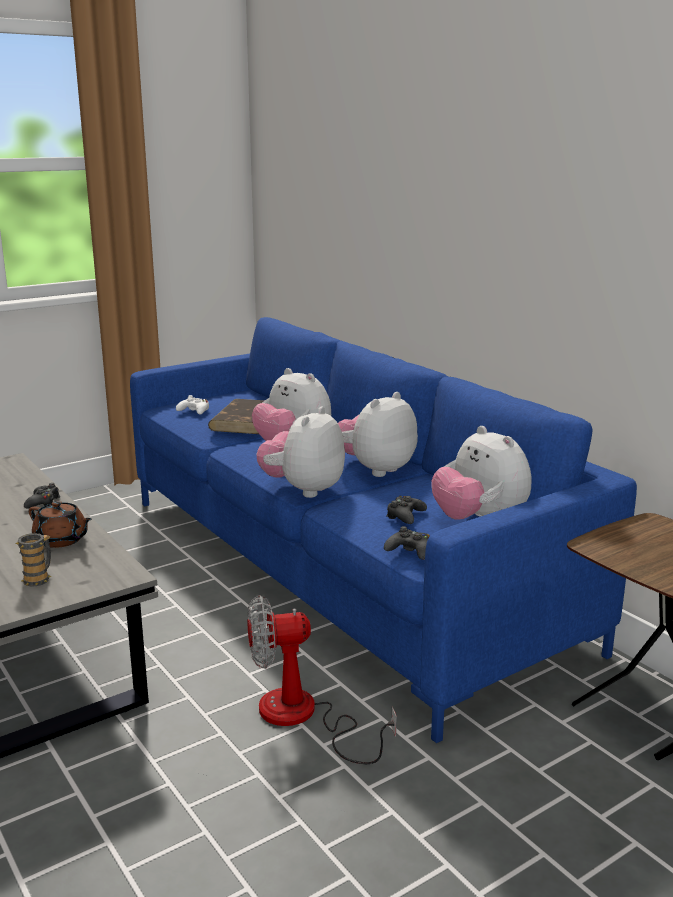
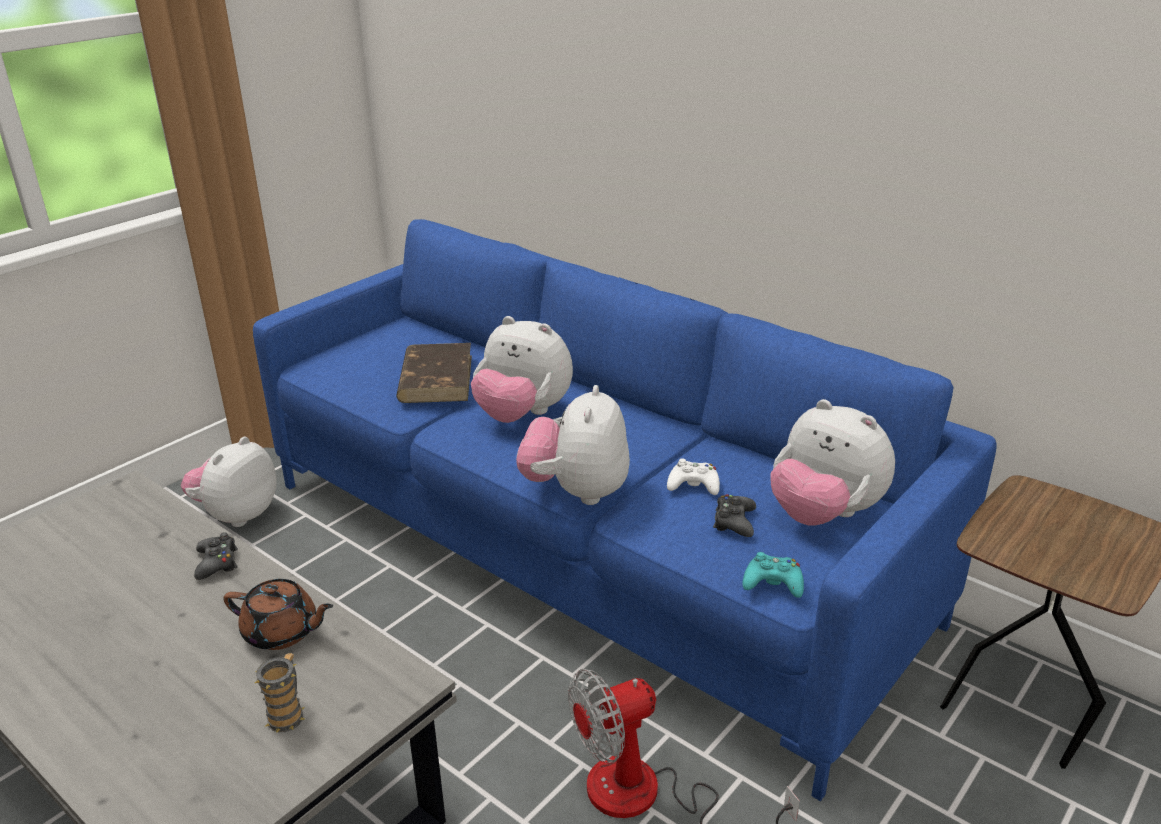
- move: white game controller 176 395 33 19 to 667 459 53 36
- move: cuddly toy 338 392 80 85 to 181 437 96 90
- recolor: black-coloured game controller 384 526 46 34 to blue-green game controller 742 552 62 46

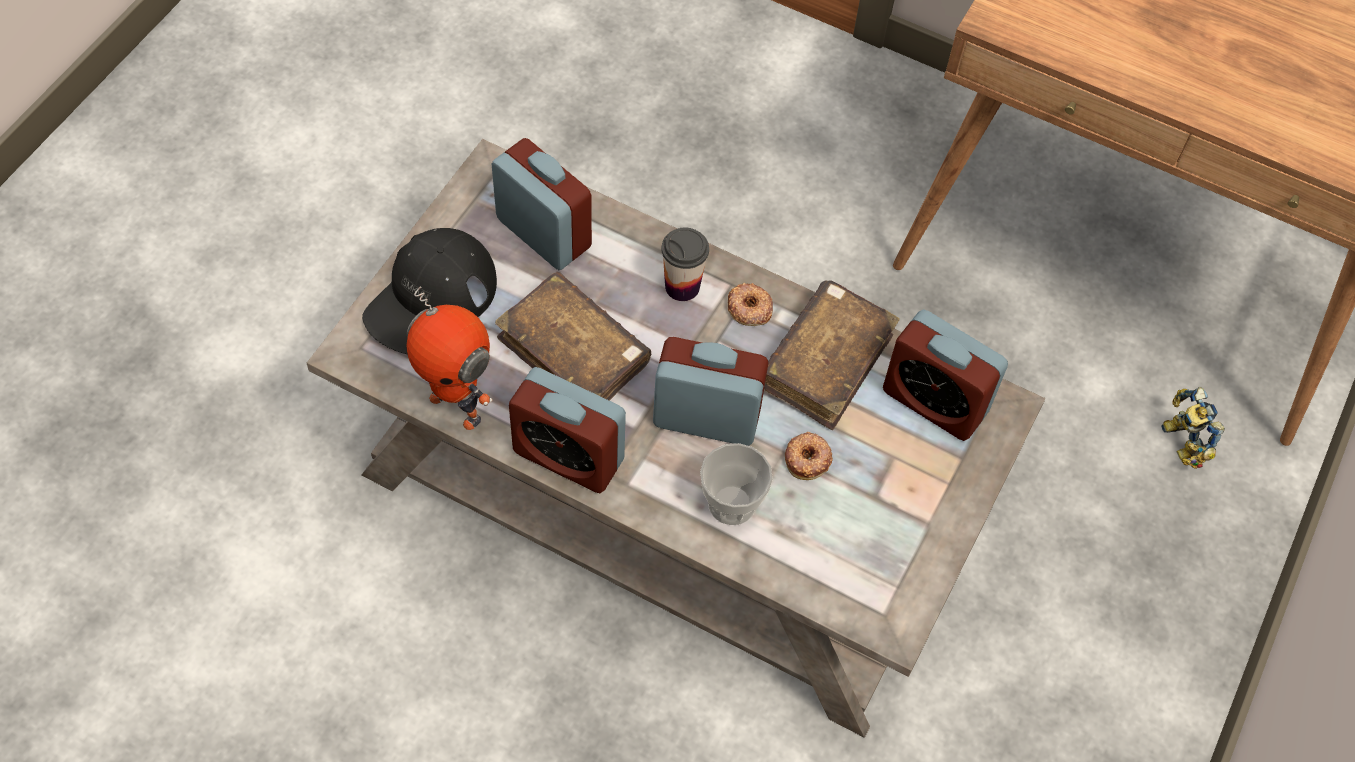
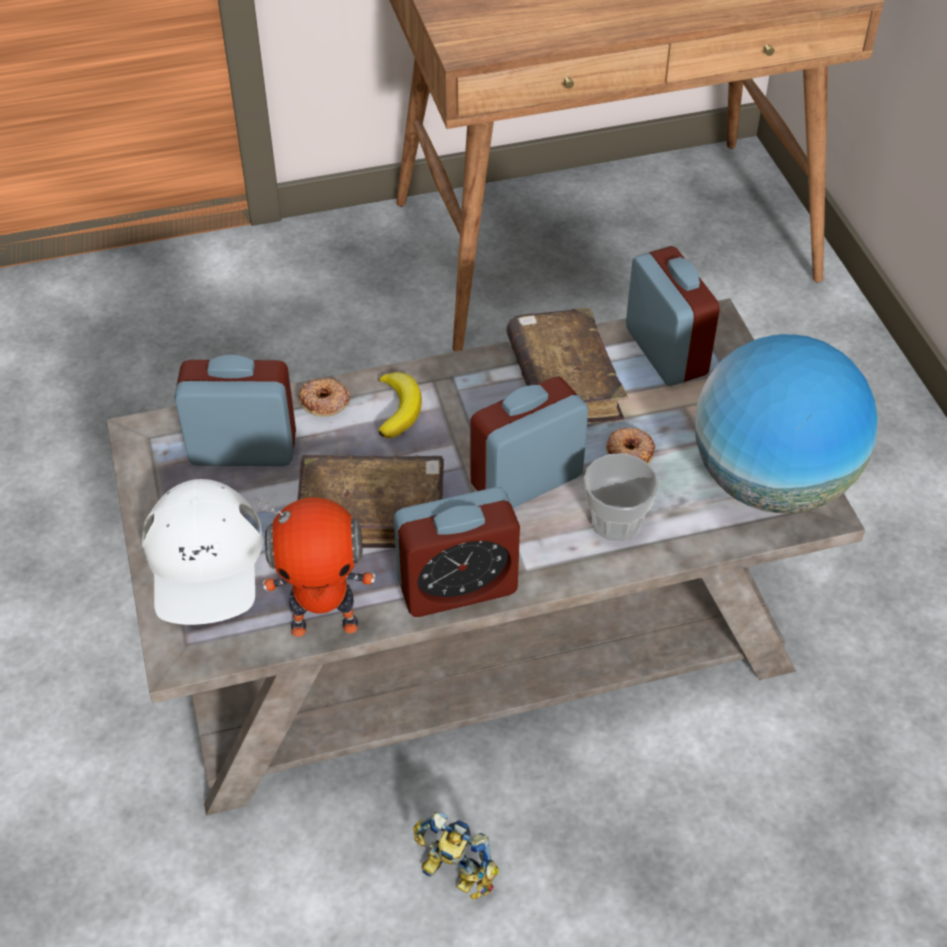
- recolor: black-coloured baseball cap 362 228 135 126 to white baseball cap 142 479 121 146
- replace: cup 661 227 48 74 to banana 378 372 44 67
- move: donut 728 283 45 43 to 299 378 51 39
- rotate: table clock 883 309 125 132 = 626 246 94 140 105 degrees counterclockwise
- move: toy robot 1161 387 64 82 to 413 812 86 87
- insert: desk globe 695 334 183 179

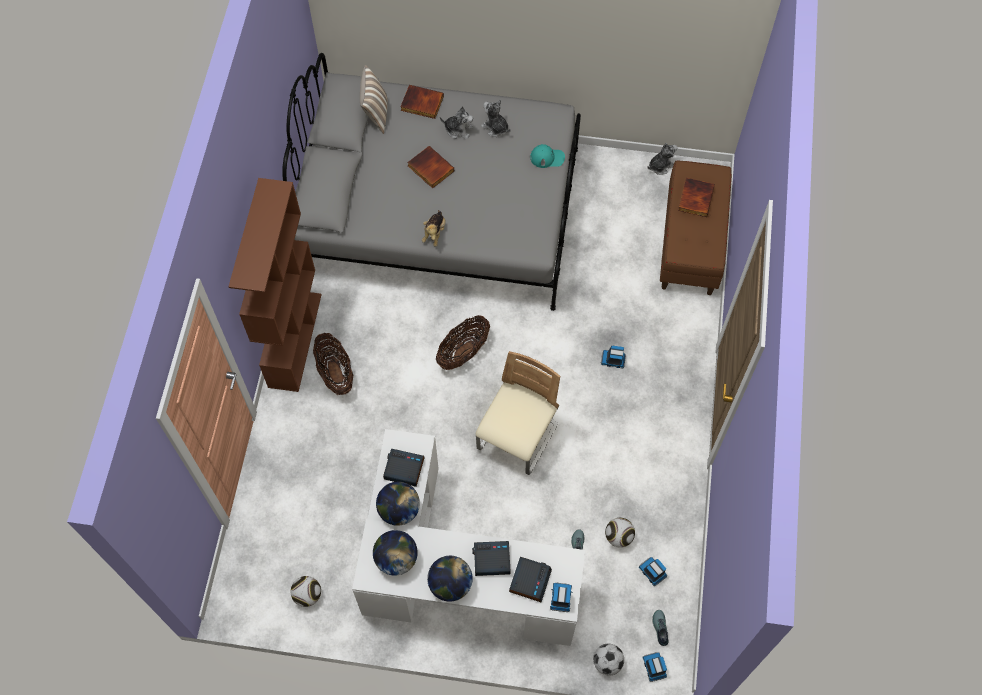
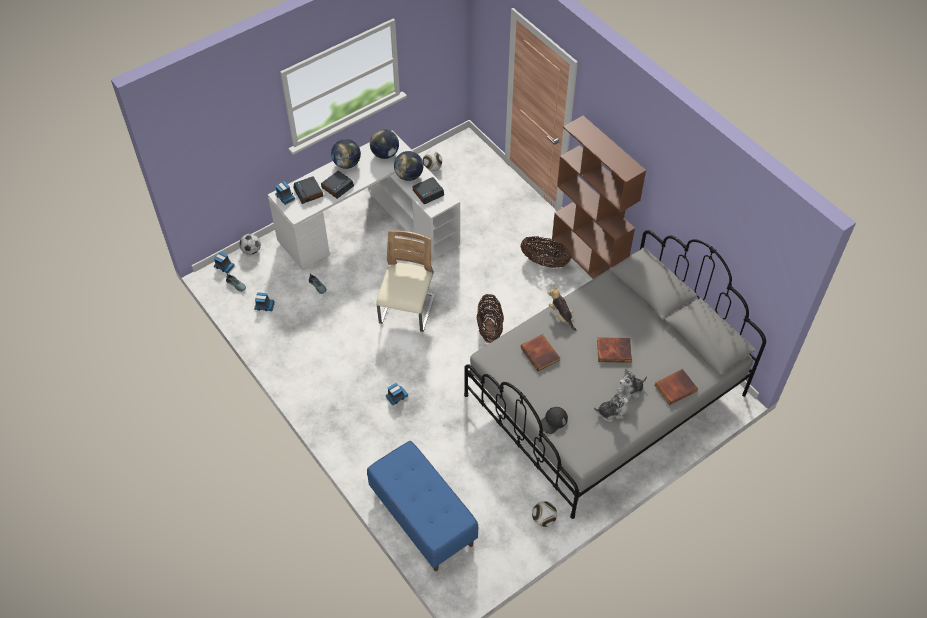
- delete: pillow 360 65 28 69
- rotate: beige chair 475 351 85 124 = 376 231 59 101 150 degrees counterclockwise
- recolor: blue-green baseball cap 530 144 35 24 to black-coloured baseball cap 541 407 27 27
- move: football 605 518 30 30 to 532 501 25 26
- delete: cuddly toy 647 143 30 32
- recolor: brown-coloured long seat 660 160 72 135 to bluish long seat 367 441 111 130
- move: book 678 178 37 39 to 521 334 39 37

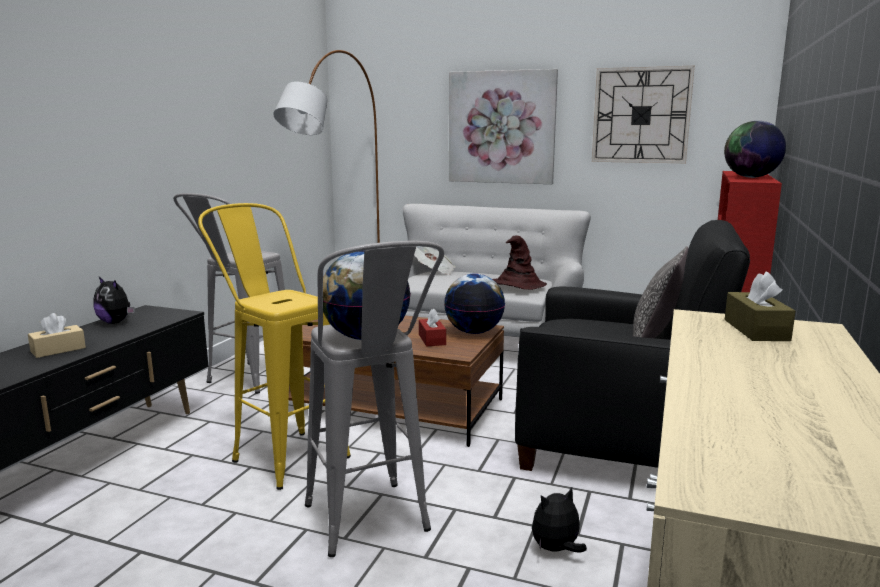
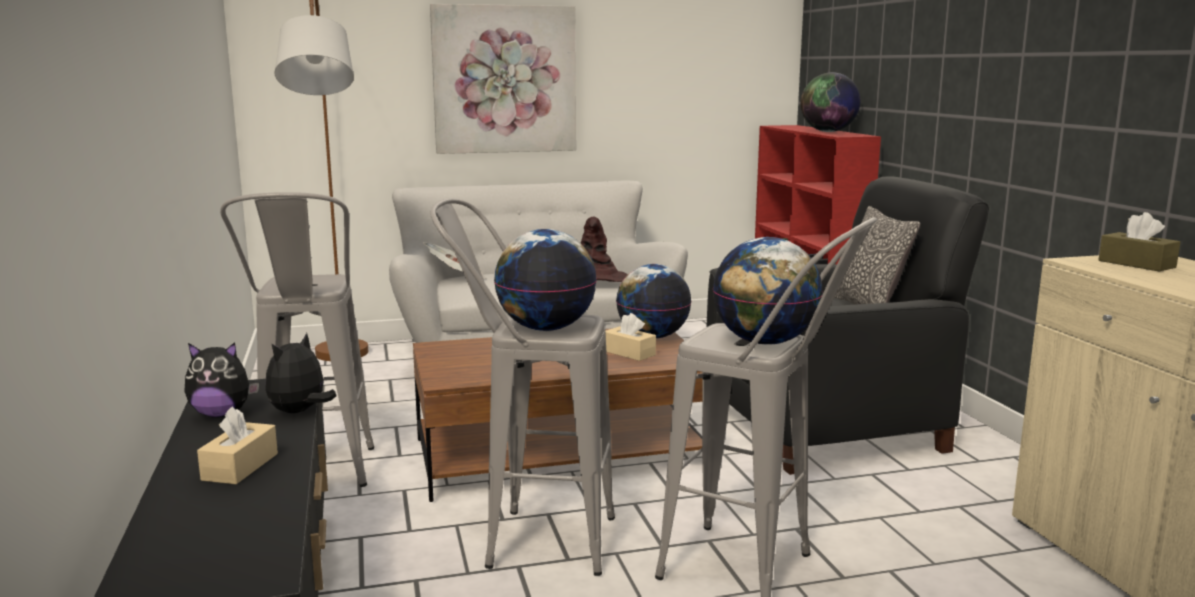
- recolor: yellow-coloured sitting stool 198 203 153 287 to grey sitting stool 430 198 185 378
- recolor: red tissue holder 419 309 27 38 to beige tissue holder 605 313 51 48
- move: cuddly toy 532 487 55 65 to 265 333 72 80
- delete: hanging clock 592 66 103 97
- insert: desk globe 494 229 103 102

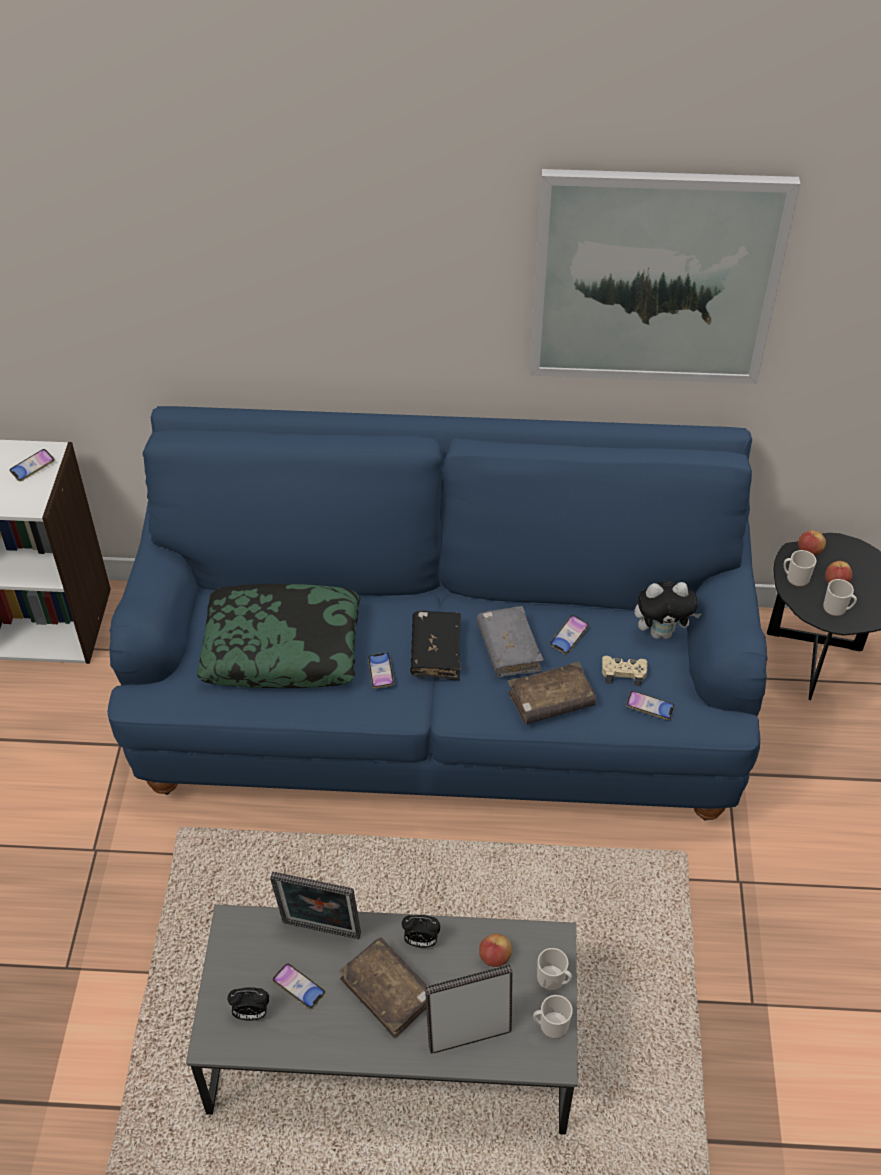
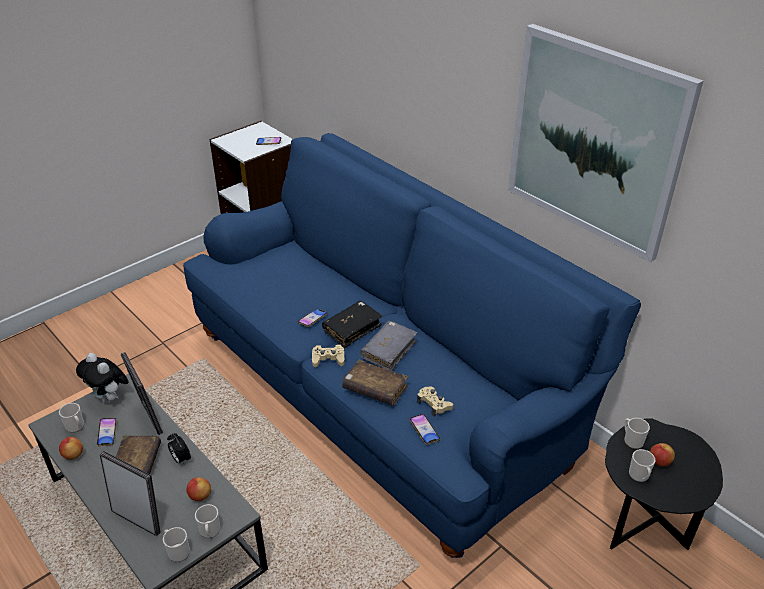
- delete: pillow 197 584 163 104
- replace: table clock 227 987 42 34 to tea mug 59 403 25 30
- delete: handset 550 615 39 39
- move: cuddly toy 635 581 67 58 to 76 353 52 50
- move: apple 798 530 28 26 to 59 437 24 23
- insert: beige game controller 312 345 33 22

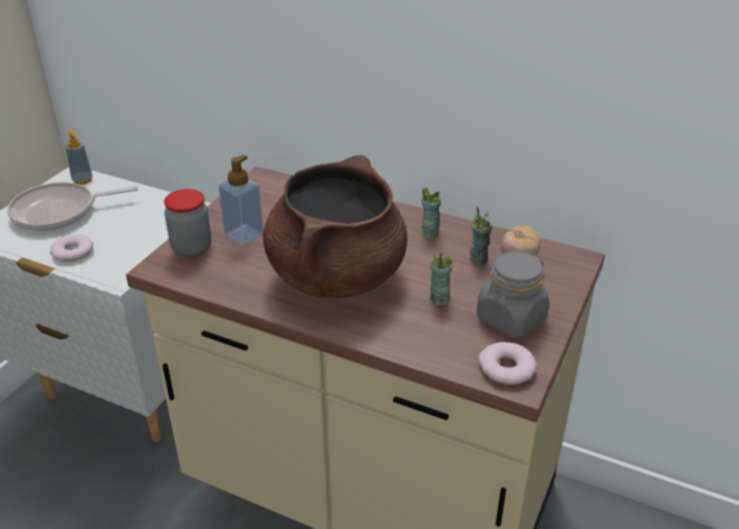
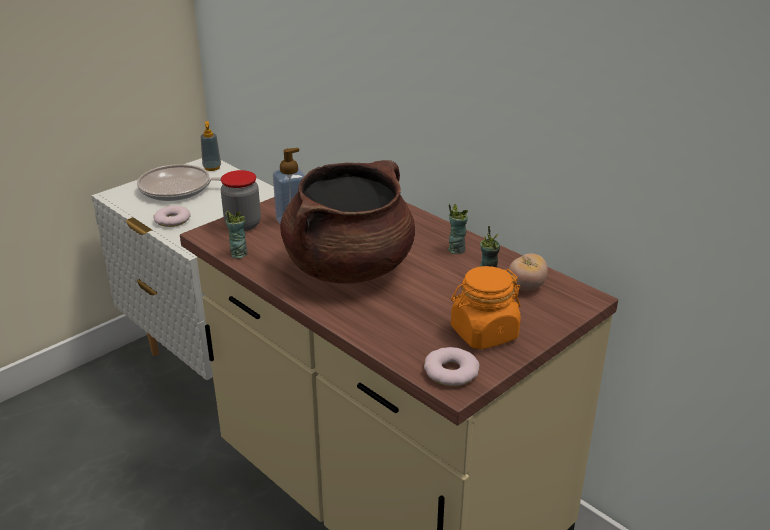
- move: cup 430 252 24 54 to 225 210 23 49
- recolor: grey storage jar 477 251 73 87 to orange-coloured storage jar 451 266 70 83

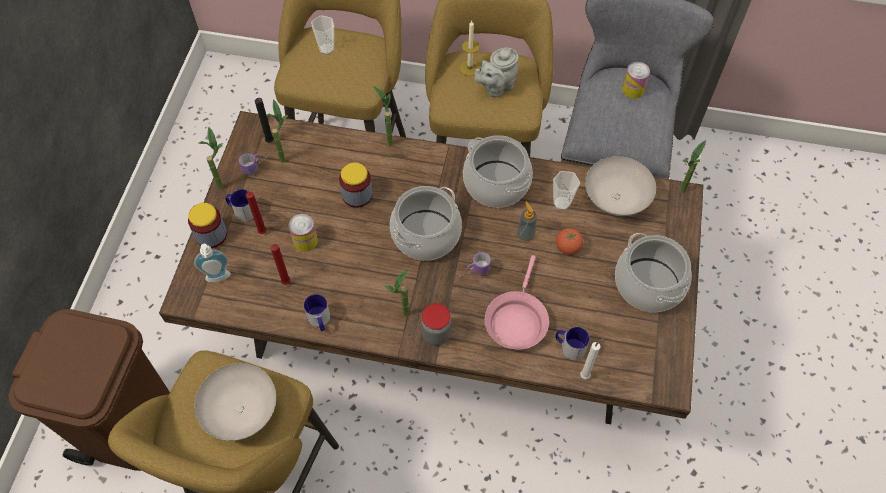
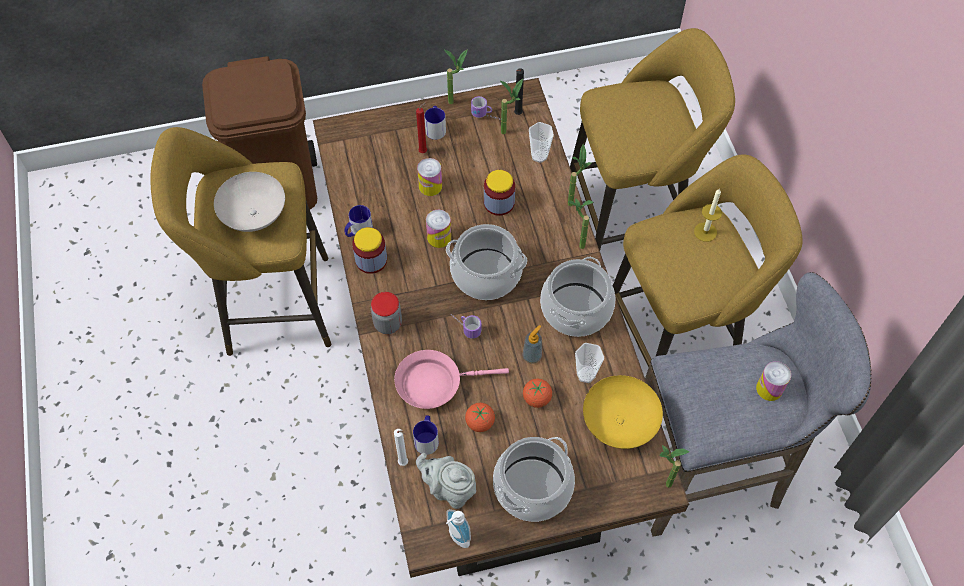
- move: storage jar 188 203 39 45 to 352 227 35 47
- move: soap bottle 194 244 37 39 to 446 509 25 39
- delete: red wax candle 271 244 19 41
- move: cup 311 15 23 40 to 529 122 25 41
- move: houseplant 384 270 25 46 to 568 198 26 51
- move: grey teapot 474 48 45 49 to 416 453 60 56
- recolor: white serving bowl 585 156 71 60 to yellow-coloured serving bowl 583 375 80 74
- insert: can 426 210 25 38
- insert: tomato 465 403 30 29

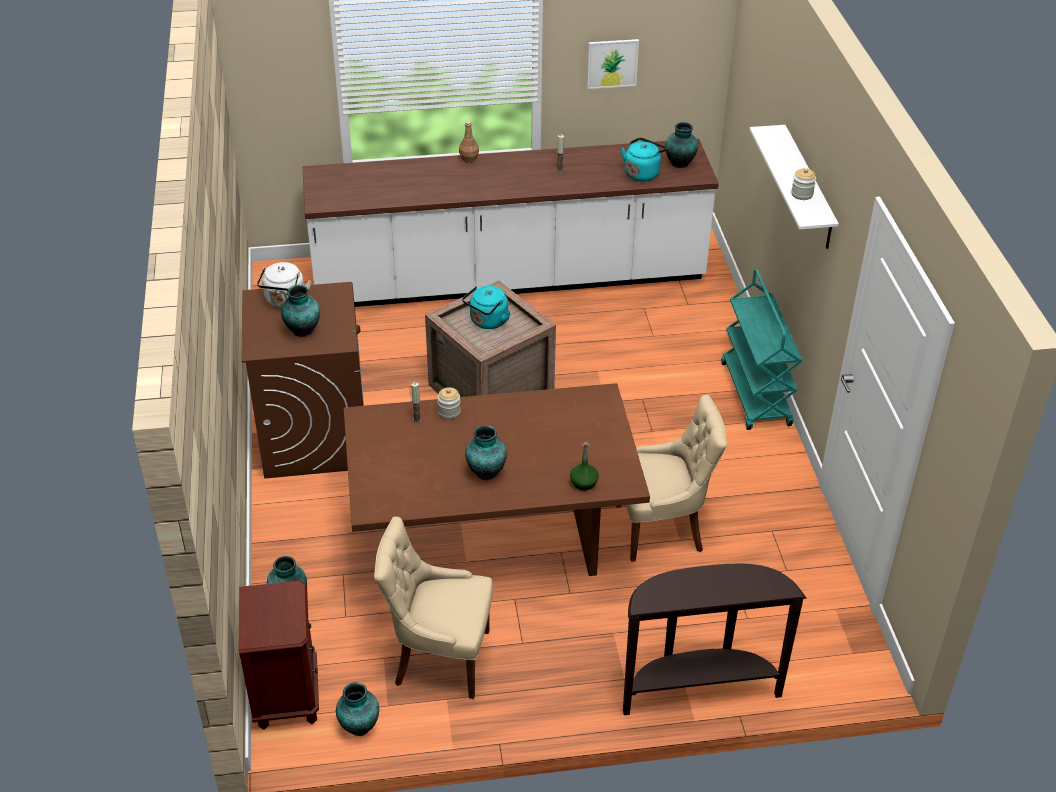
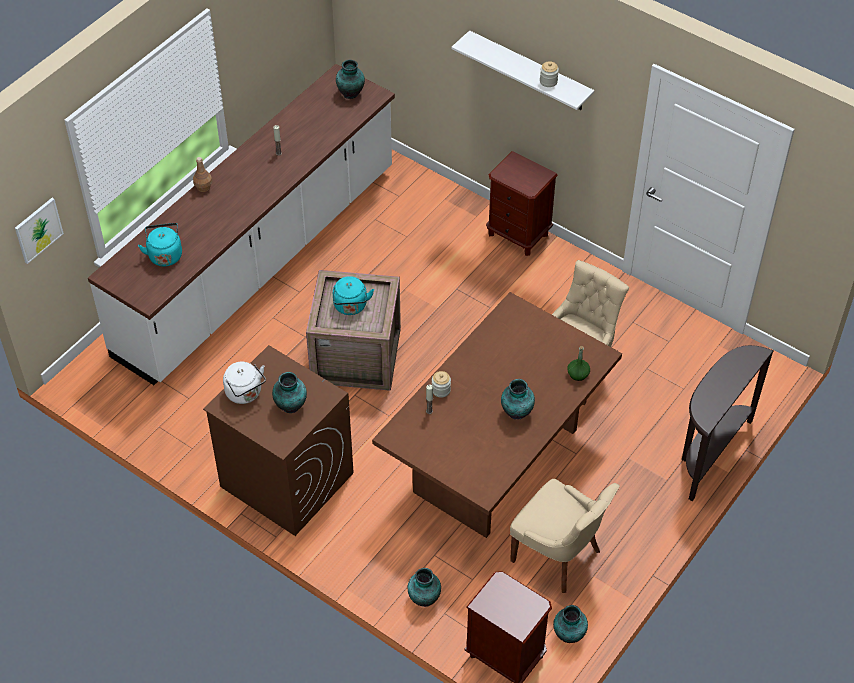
- rotate: beige chair 374 516 119 183 = 510 479 110 114 105 degrees counterclockwise
- move: wall art 587 39 52 50 to 15 198 49 66
- move: blue-green kettle 621 137 46 44 to 138 223 44 44
- replace: blue-green cart 721 269 81 161 to brown-coloured night table 486 151 72 105

